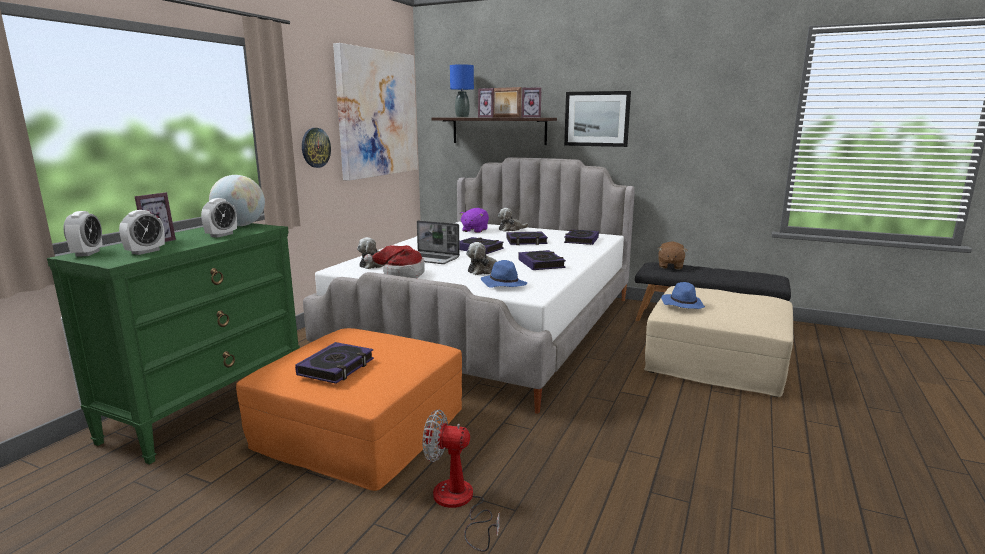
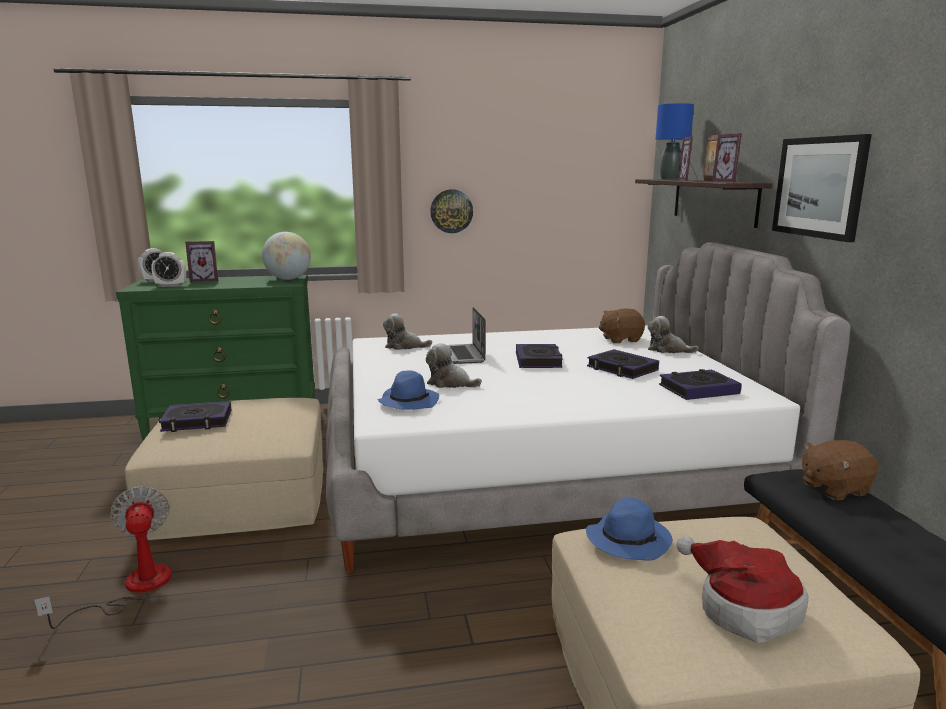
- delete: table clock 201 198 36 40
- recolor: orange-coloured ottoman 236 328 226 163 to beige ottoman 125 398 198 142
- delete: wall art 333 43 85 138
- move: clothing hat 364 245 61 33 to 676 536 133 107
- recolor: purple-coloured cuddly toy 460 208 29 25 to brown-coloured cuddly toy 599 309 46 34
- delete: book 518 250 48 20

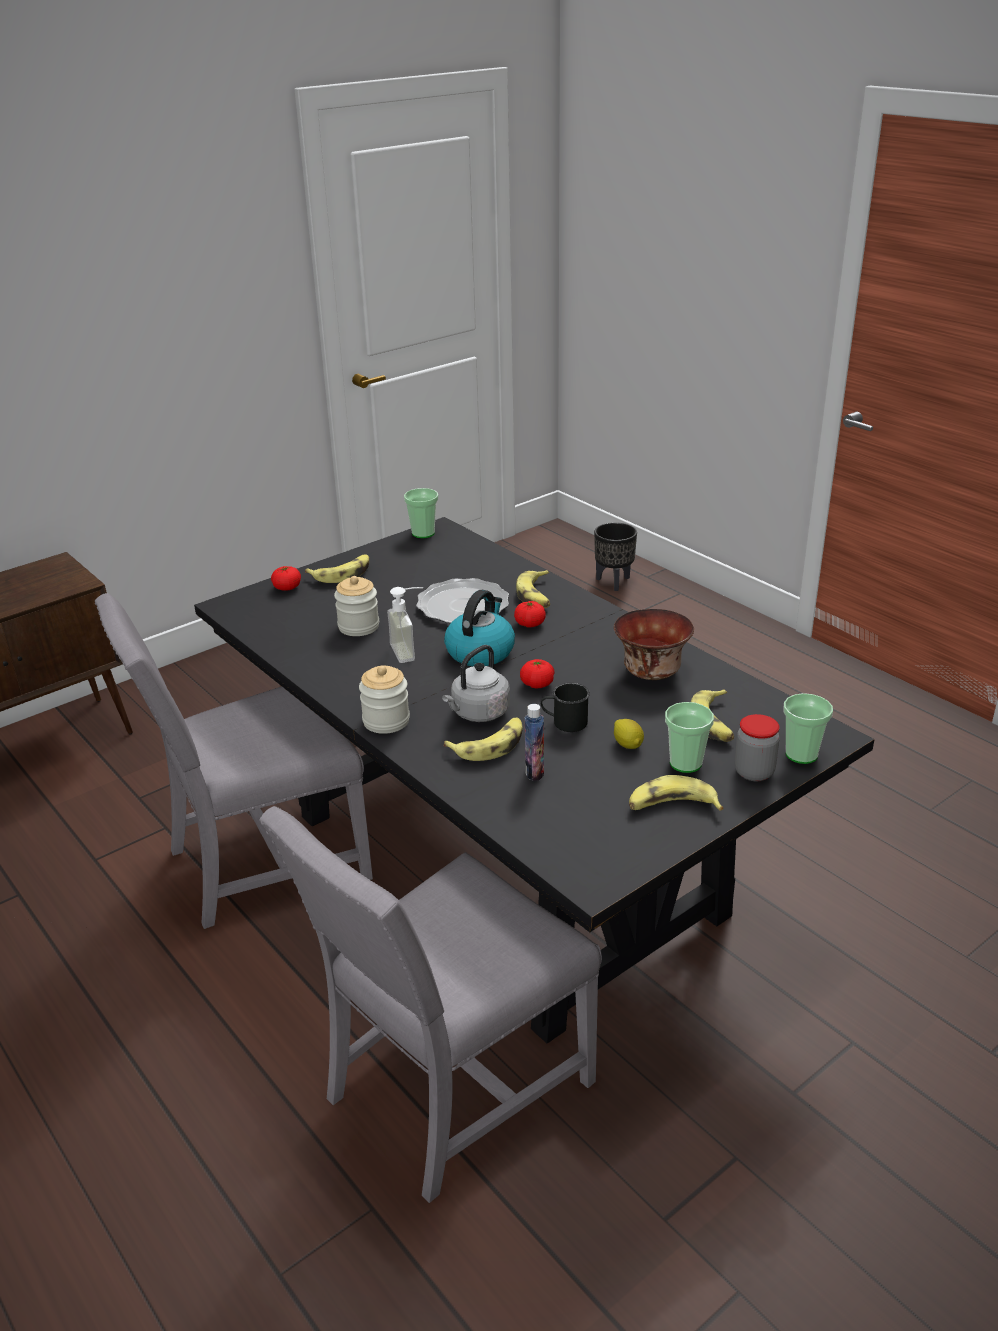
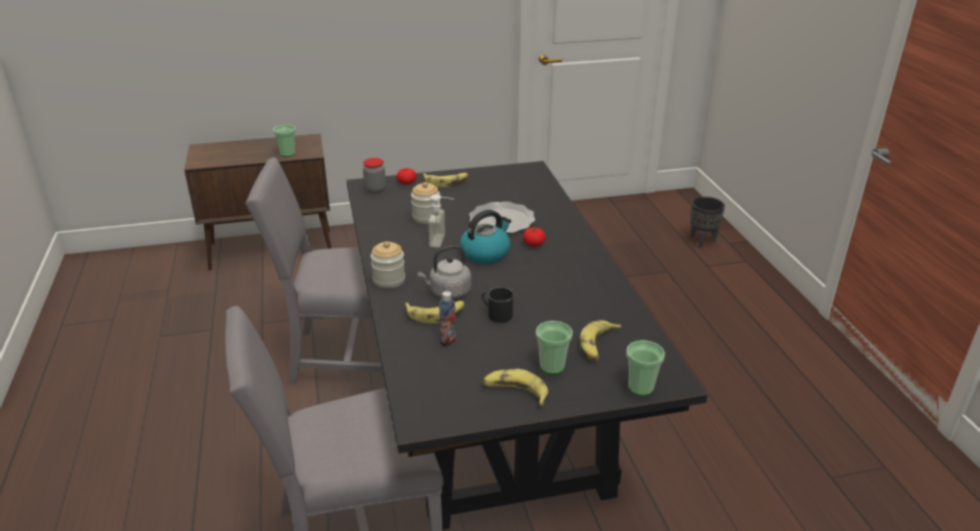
- move: cup 404 488 34 50 to 273 125 23 32
- delete: banana 516 570 34 38
- delete: tomato 520 659 34 30
- delete: serving bowl 614 609 80 71
- delete: lemon 614 719 30 30
- move: storage jar 735 714 45 67 to 363 158 23 35

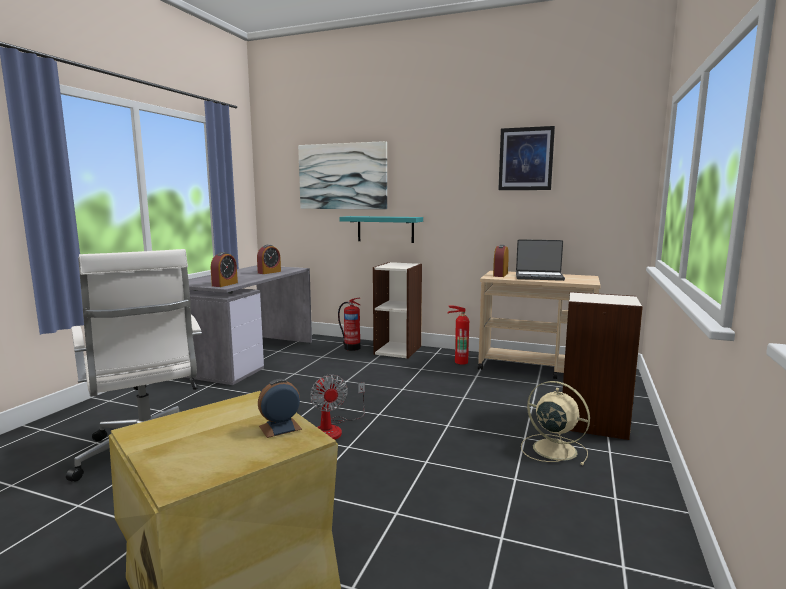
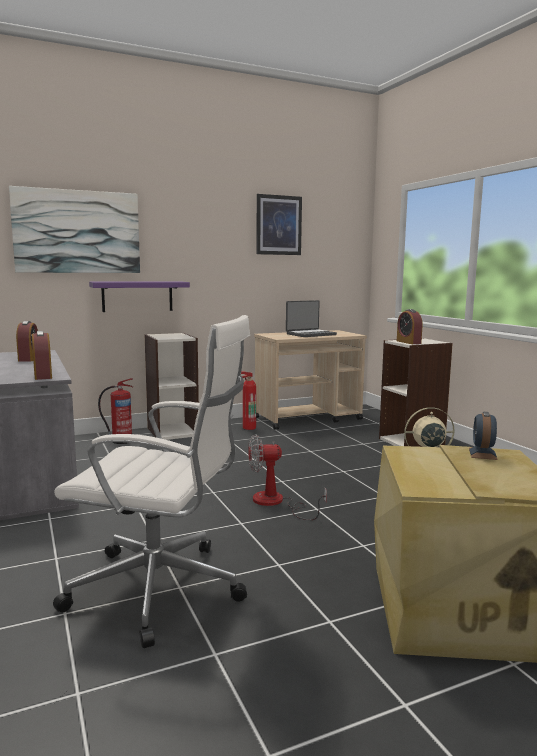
- rotate: electric fan 310 374 55 66 = 248 434 79 86 150 degrees clockwise
- recolor: blue-green bracket shelf 339 216 84 27 to purple-coloured bracket shelf 89 282 101 30
- move: table clock 493 245 16 32 to 397 309 26 35

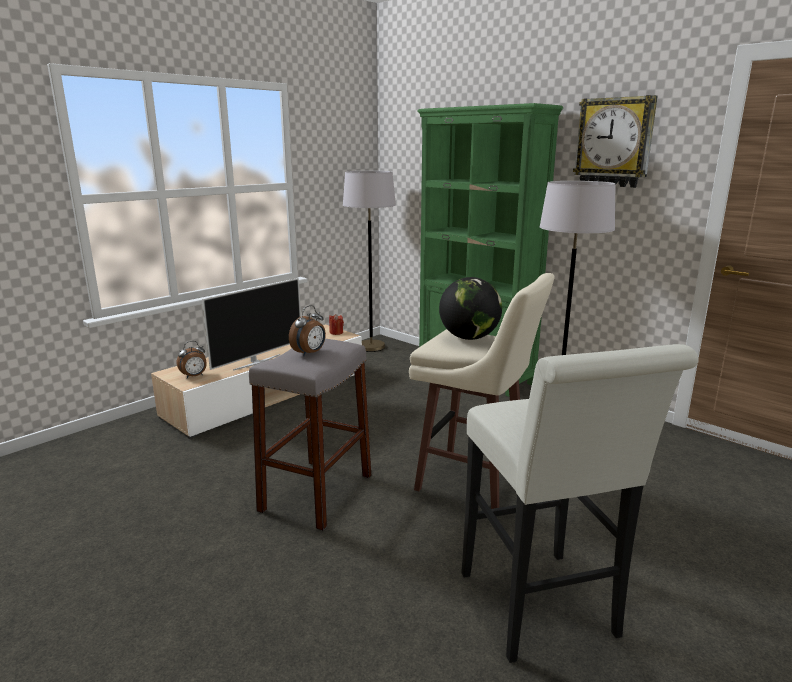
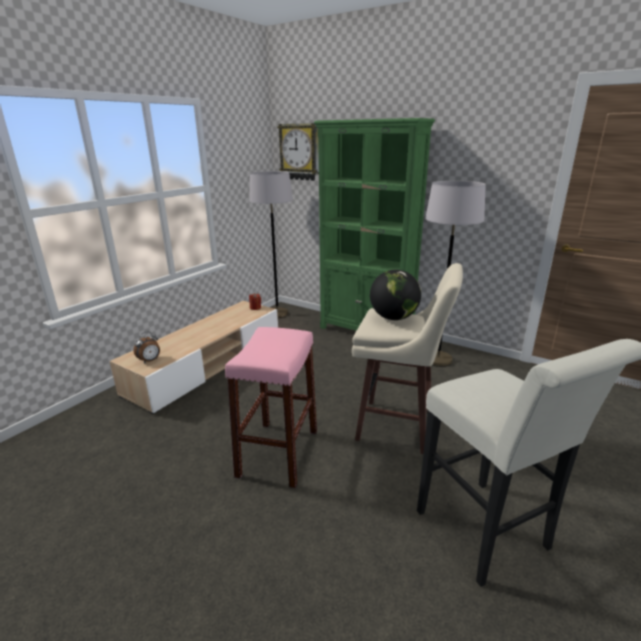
- delete: TV 202 278 99 93
- recolor: grey sitting stool 249 339 123 192 to pink-coloured sitting stool 225 327 92 161
- delete: table clock 289 305 37 51
- move: hanging clock 573 95 85 93 to 277 123 42 58

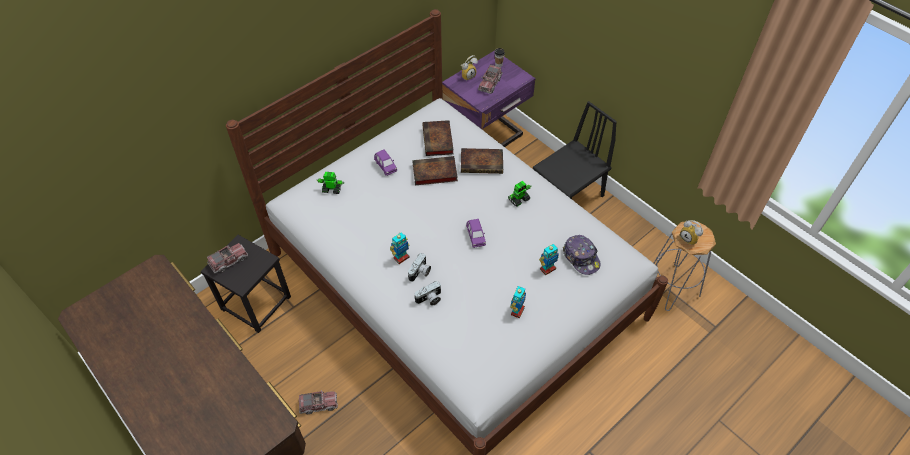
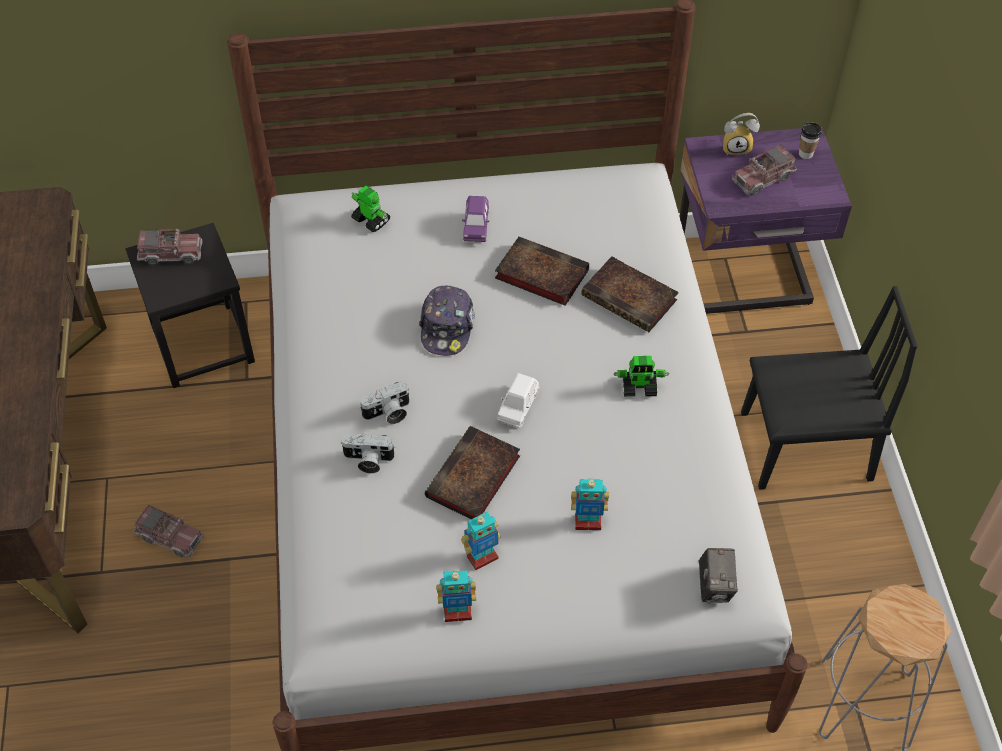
- move: toy robot 390 232 20 32 to 437 570 39 52
- move: book 422 120 31 36 to 425 426 95 93
- recolor: purple-coloured toy car 466 219 20 29 to white toy car 497 373 42 55
- move: baseball cap 563 235 37 40 to 419 286 56 70
- delete: table clock 679 220 24 25
- insert: photo camera 699 548 39 55

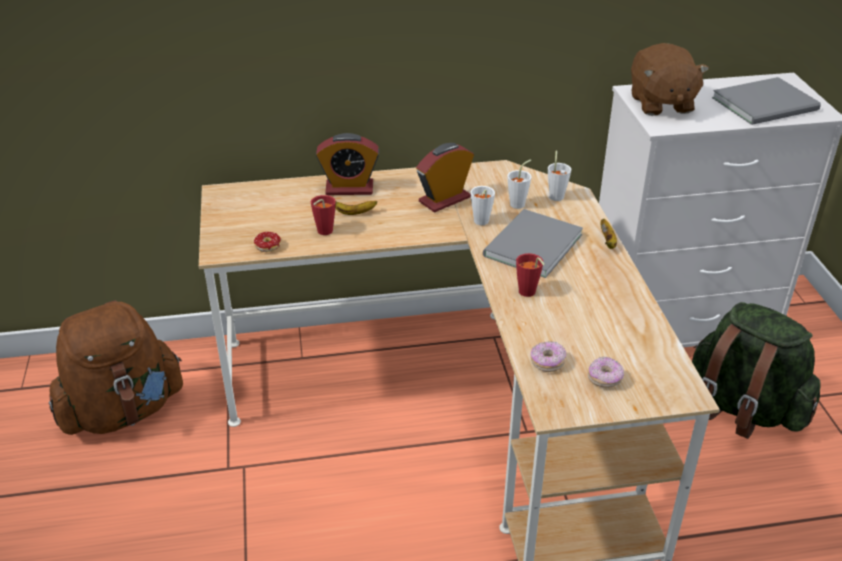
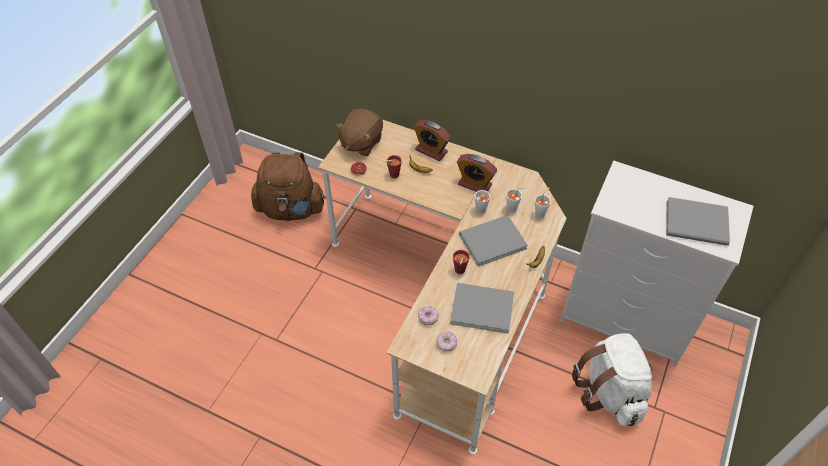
- rotate: table clock 416 143 58 70 = 457 154 40 38 150 degrees counterclockwise
- move: brown-coloured cuddly toy 631 43 78 73 to 336 109 47 47
- recolor: green-coloured knapsack 692 302 129 137 to white knapsack 572 333 81 93
- insert: grey book 450 283 64 50

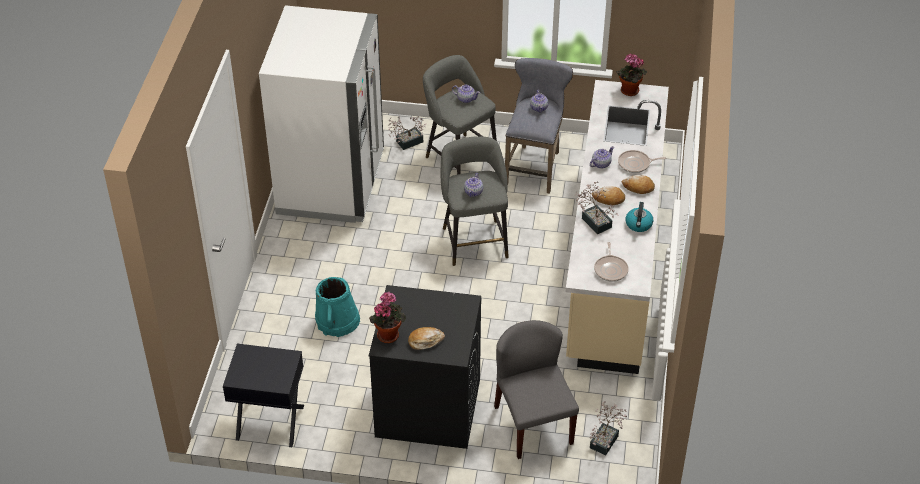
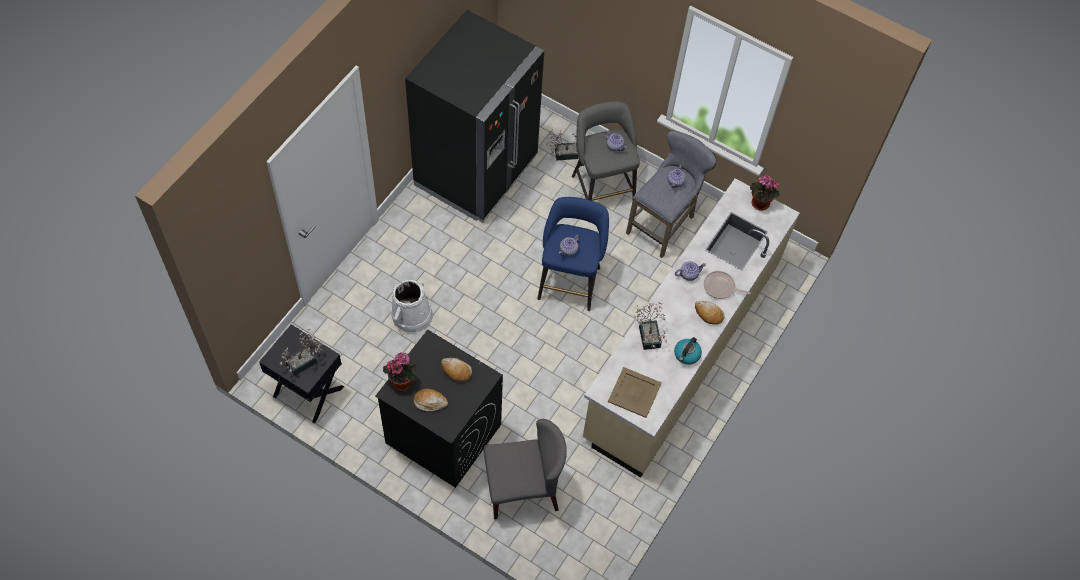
- recolor: white fridge 259 5 125 218 to black-coloured fridge 405 10 139 213
- recolor: blue-green pail 315 277 45 60 to white pail 391 280 42 53
- recolor: grey sitting stool 441 137 68 129 to bluish sitting stool 537 197 72 114
- rotate: grey chair 494 320 85 139 = 483 419 84 100 75 degrees clockwise
- move: houseplant 590 401 37 54 to 280 329 43 47
- move: bakery bread 592 186 33 19 to 441 358 31 24
- replace: skillet 594 242 35 40 to beige tray 608 367 54 51

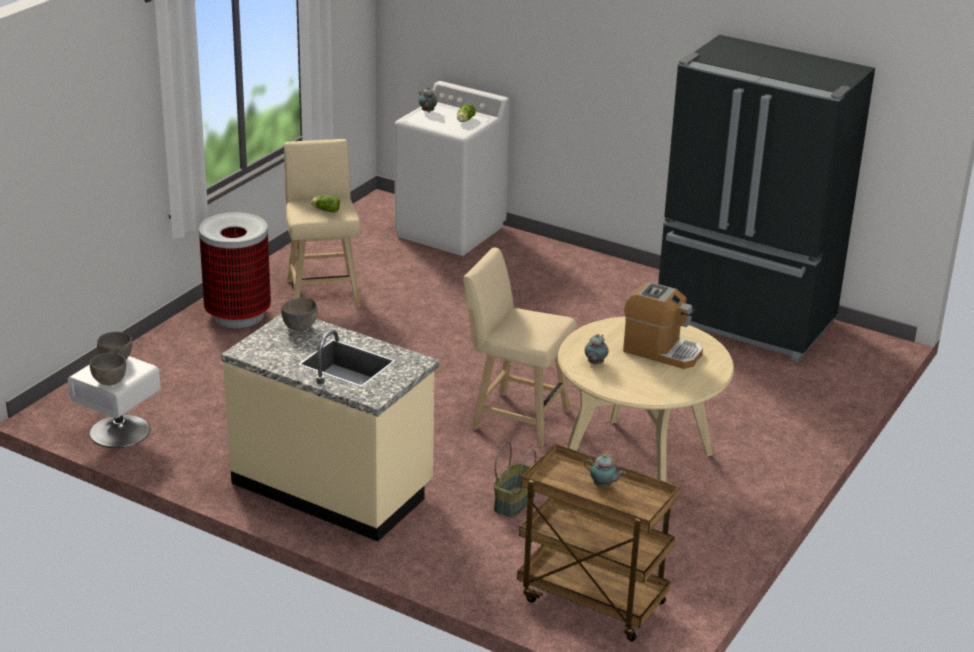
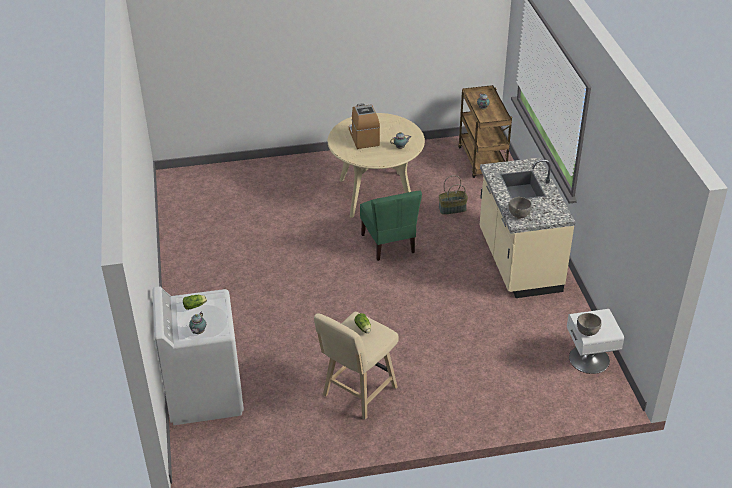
- delete: grey serving bowl 90 353 36 33
- delete: waste bin 199 212 72 116
- replace: beige sitting stool 463 248 114 199 to green-coloured chair 360 191 62 70
- delete: black-coloured fridge 658 35 217 327

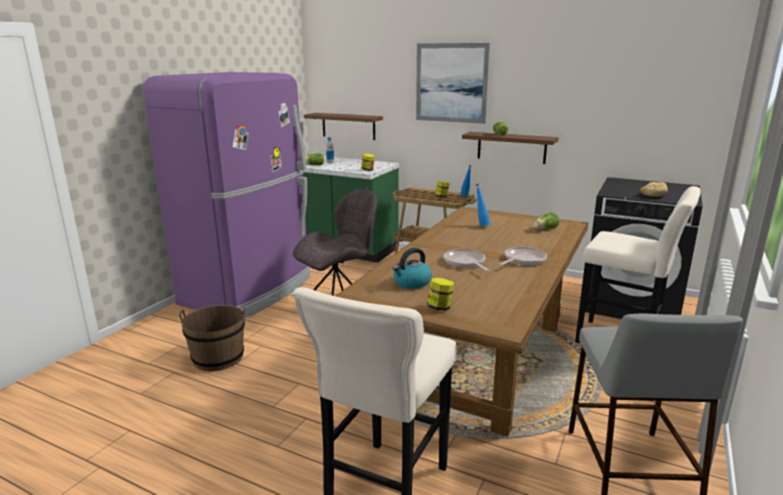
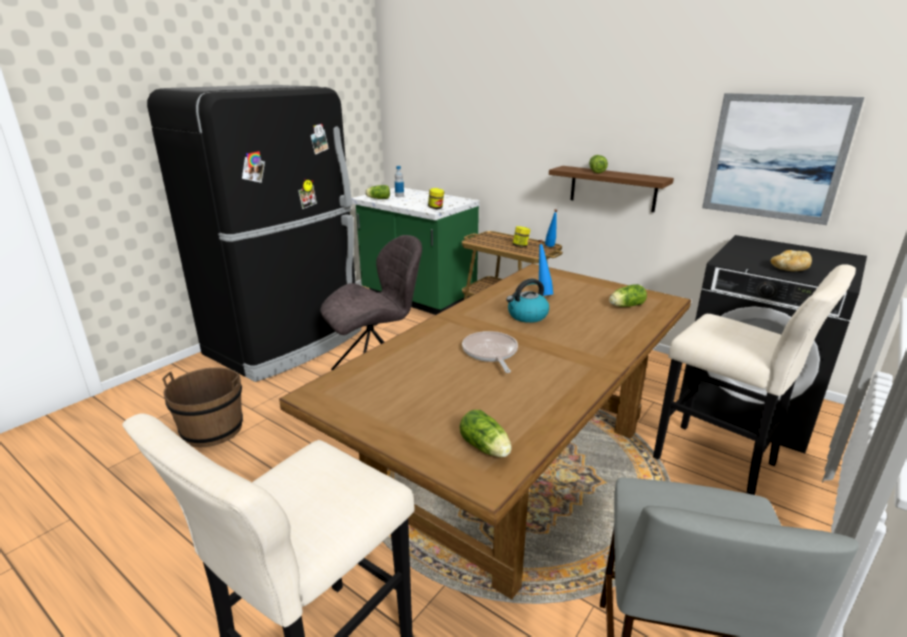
- recolor: purple-coloured fridge 143 72 168 246 to black-coloured fridge 147 85 214 297
- delete: brown-coloured bracket shelf 304 113 79 27
- move: kettle 393 248 39 41 to 506 279 43 44
- move: wall art 416 43 74 81 to 702 93 162 132
- delete: storage jar 427 278 27 33
- delete: skillet 500 247 47 18
- insert: lettuce head 460 410 51 47

